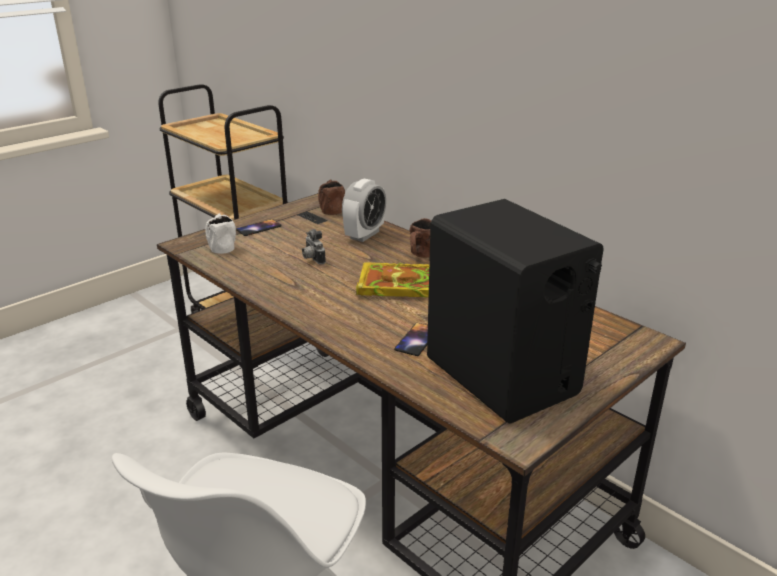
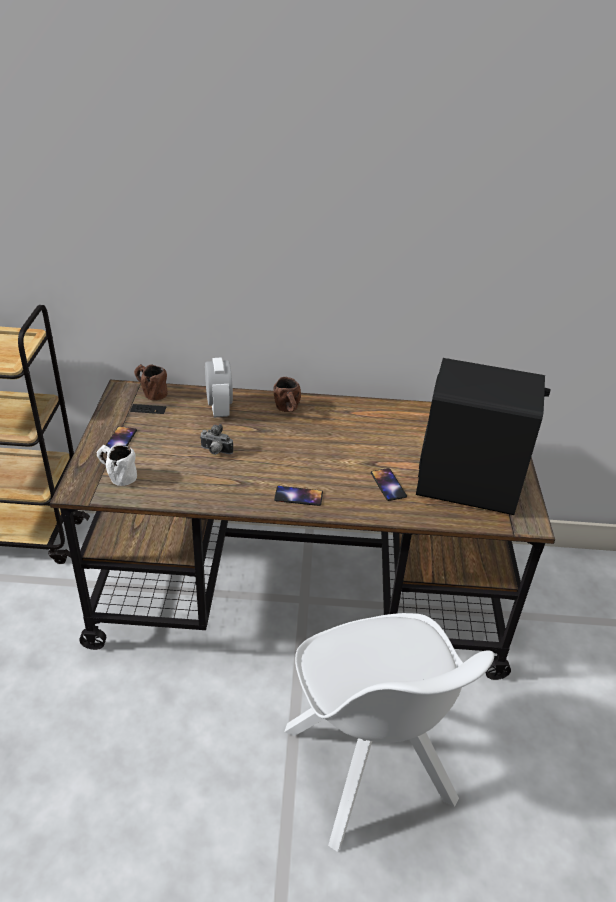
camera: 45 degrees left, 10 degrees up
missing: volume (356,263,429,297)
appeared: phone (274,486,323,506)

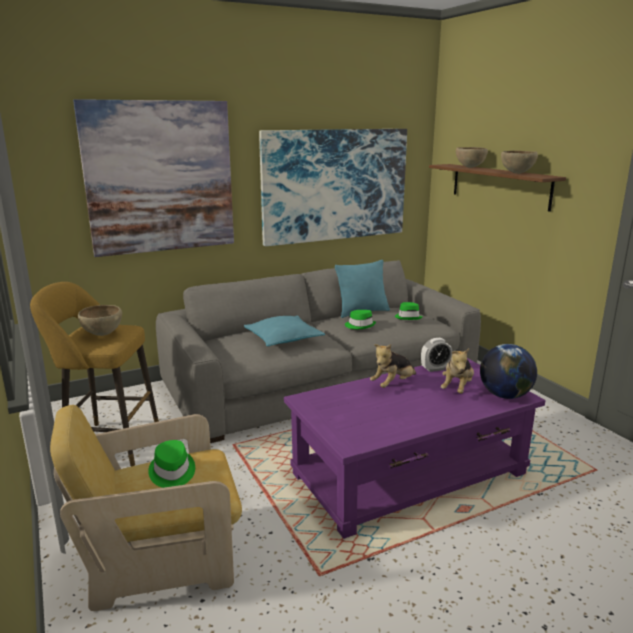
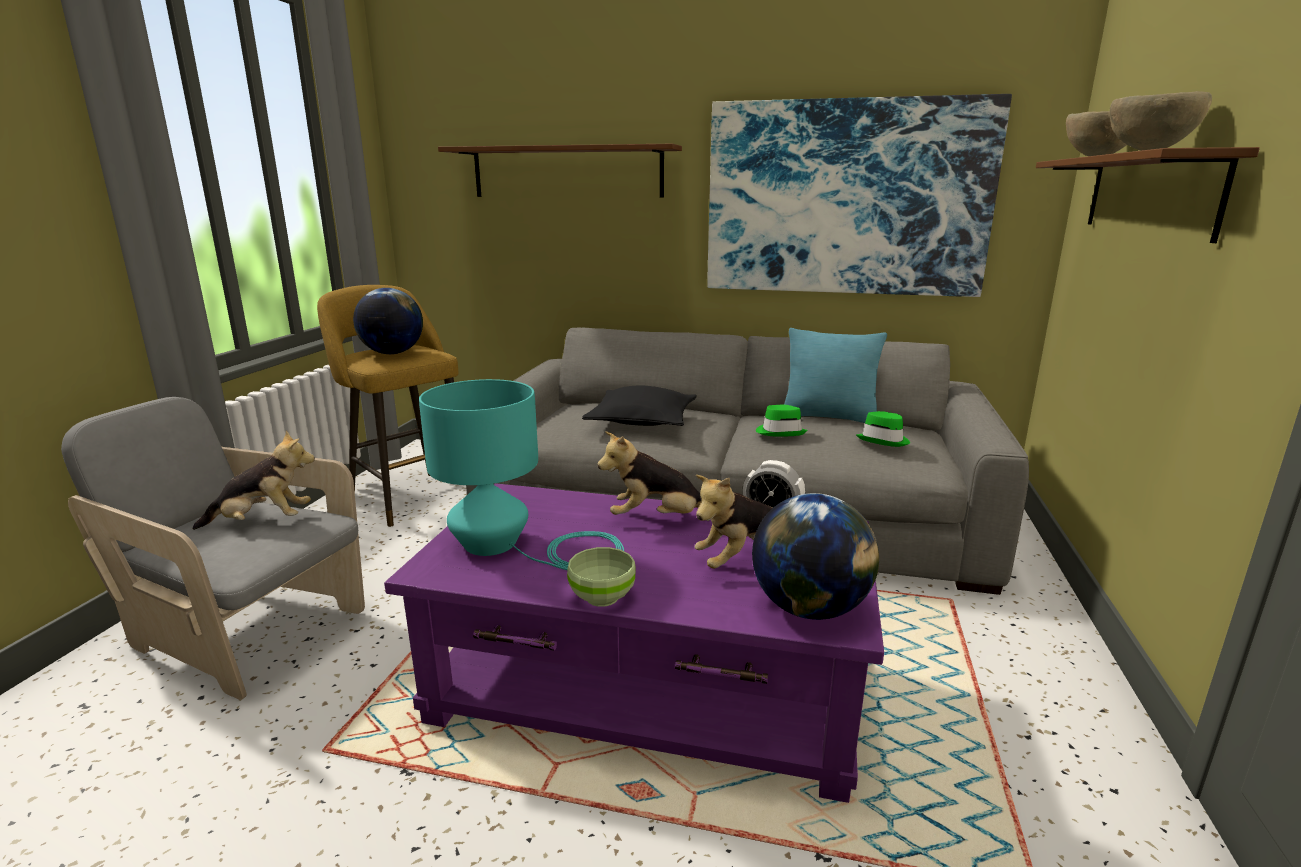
camera: 40 degrees right, 0 degrees up
appeared: blue-green lamp for a table (419,379,624,570); green serving bowl (567,547,636,607)
exchanged: picture (73,99,234,257) to brownish bracket shelf (438,144,682,198); brownish serving bowl (78,305,122,336) to globe (353,288,423,354); green hat (148,440,195,488) to plush toy (192,431,315,530)
colour: yellow armchair (50,405,242,611) to greyish armchair (61,397,365,700); blue-green throw pillow (244,315,325,346) to black-coloured throw pillow (582,385,697,426)

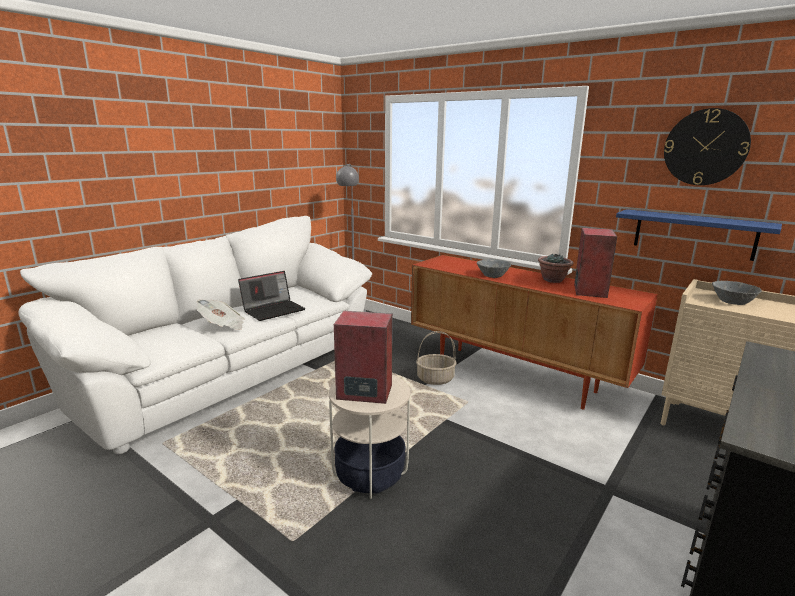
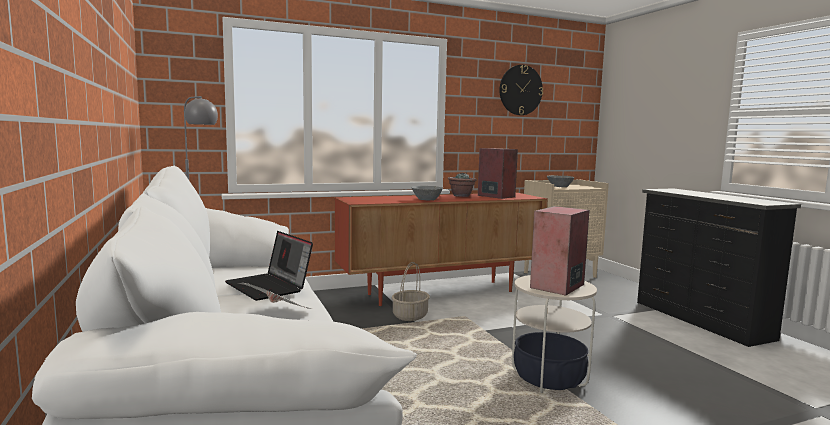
camera: 60 degrees left, 10 degrees down
missing: bluish bracket shelf (616,209,782,261)
spun: portable computer (238,271,306,321) = (225,231,313,301) 150 degrees clockwise

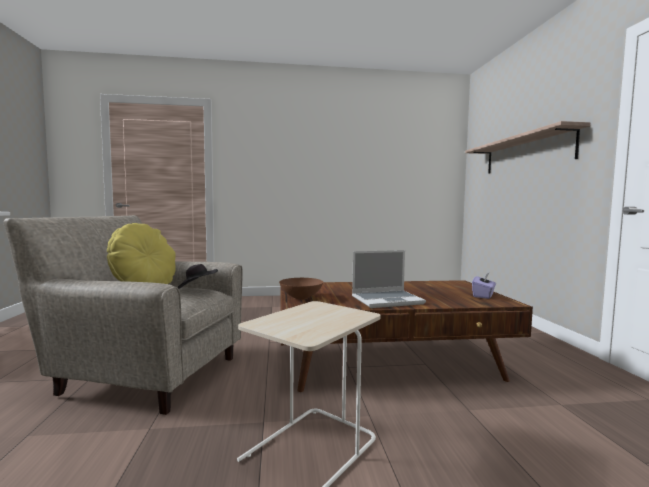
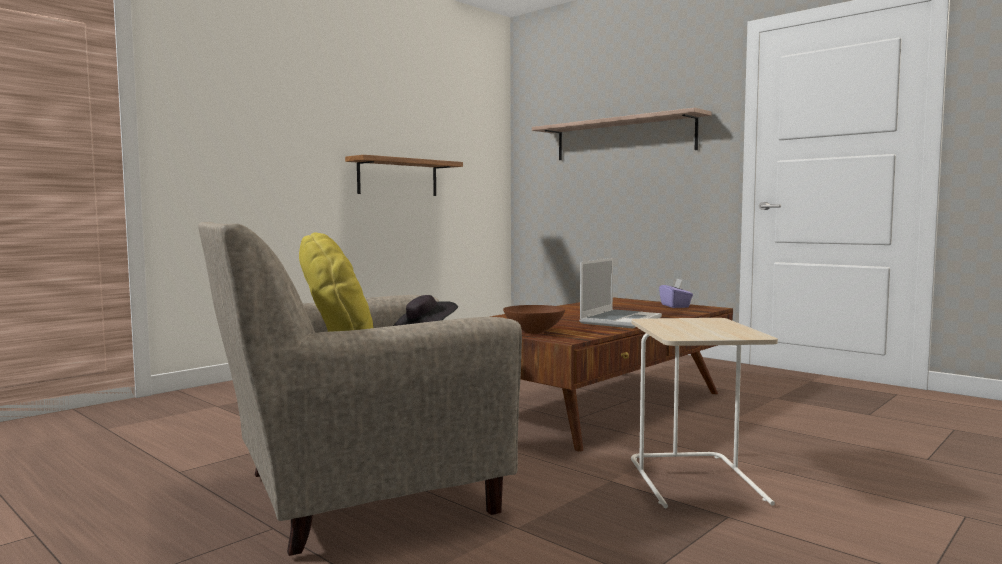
camera: 40 degrees left, 0 degrees up
appeared: bracket shelf (345,155,463,196)

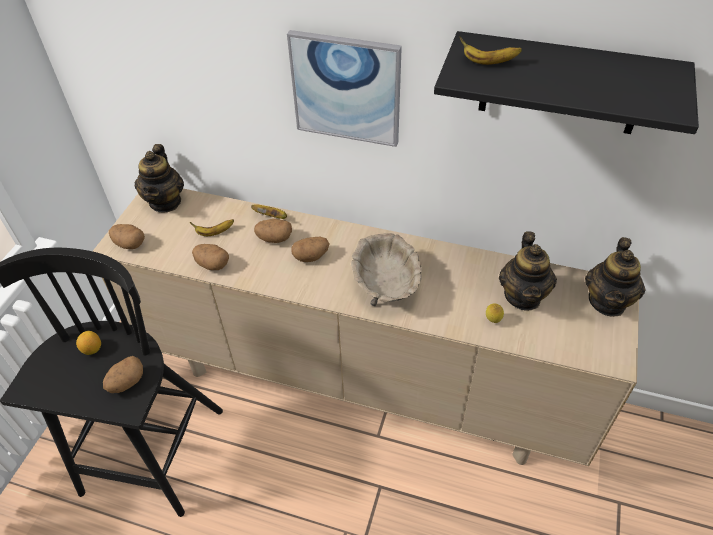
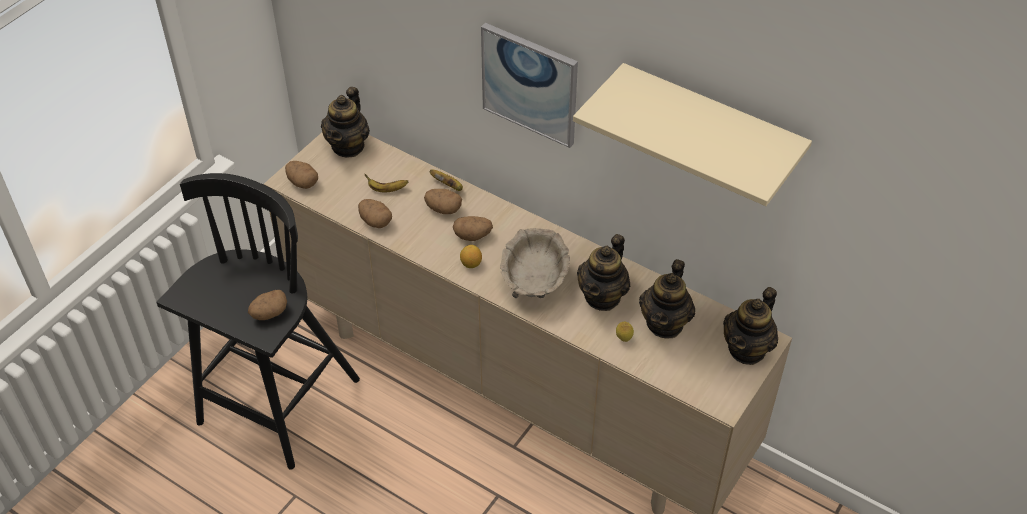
camera: 15 degrees right, 0 degrees up
missing: whole banana (460,37,522,65)
appeared: teapot (577,234,630,311)
relocated: whole lemon (76,331,101,355) to (460,245,482,268)
colour: black-coloured bracket shelf (434,31,699,134) to beige bracket shelf (573,63,812,206)

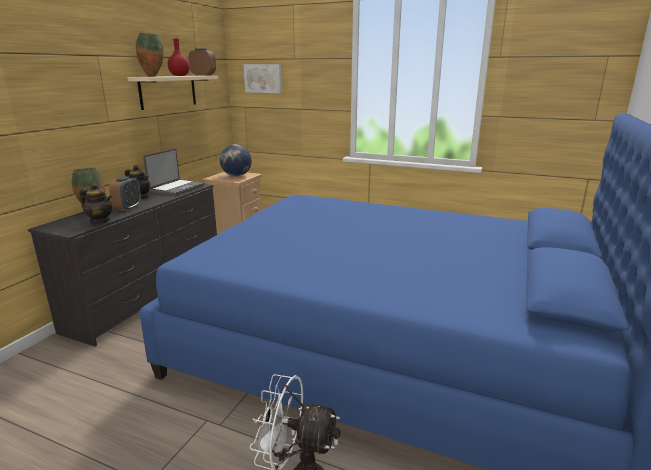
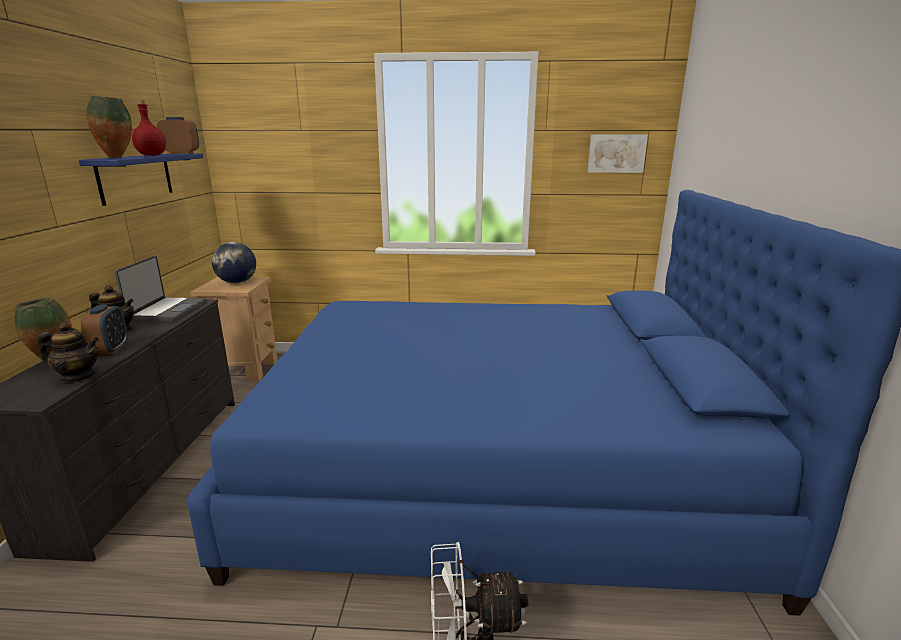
camera: 20 degrees left, 0 degrees up
relocated: picture (244,64,282,93) to (588,134,648,173)
colour: beige bracket shelf (128,76,218,110) to bluish bracket shelf (79,153,203,206)

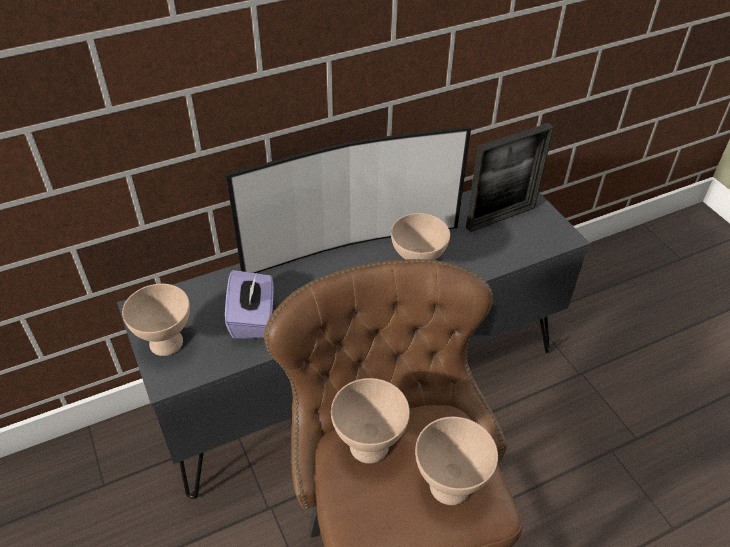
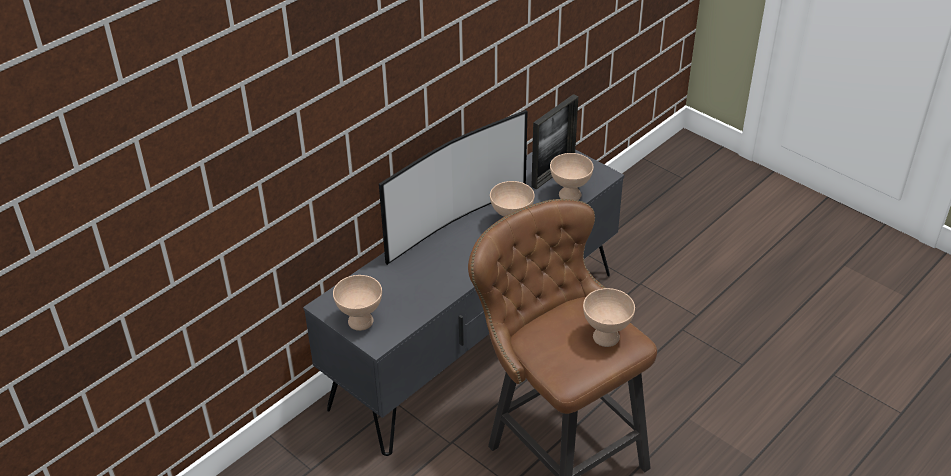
camera: 20 degrees left, 5 degrees down
missing: purple tissue holder (225,270,273,339)
relocated: beige serving bowl (331,378,410,464) to (550,153,593,200)

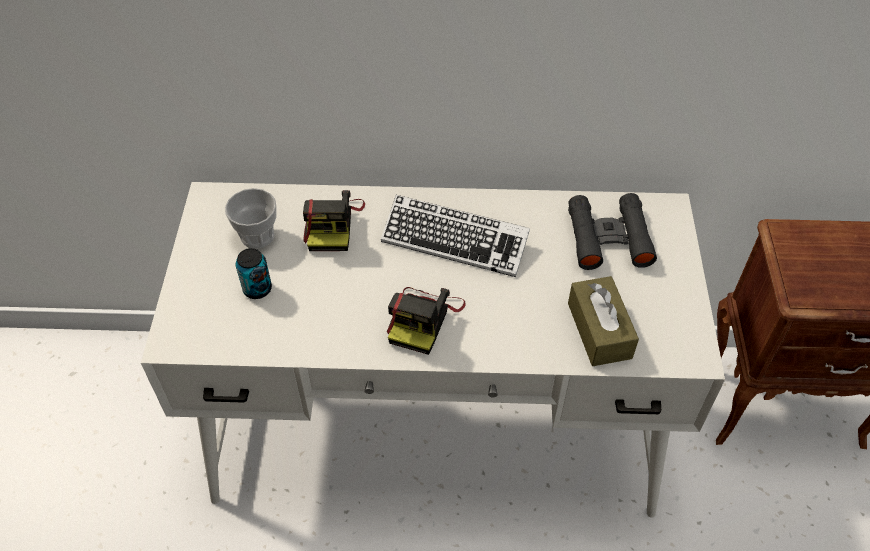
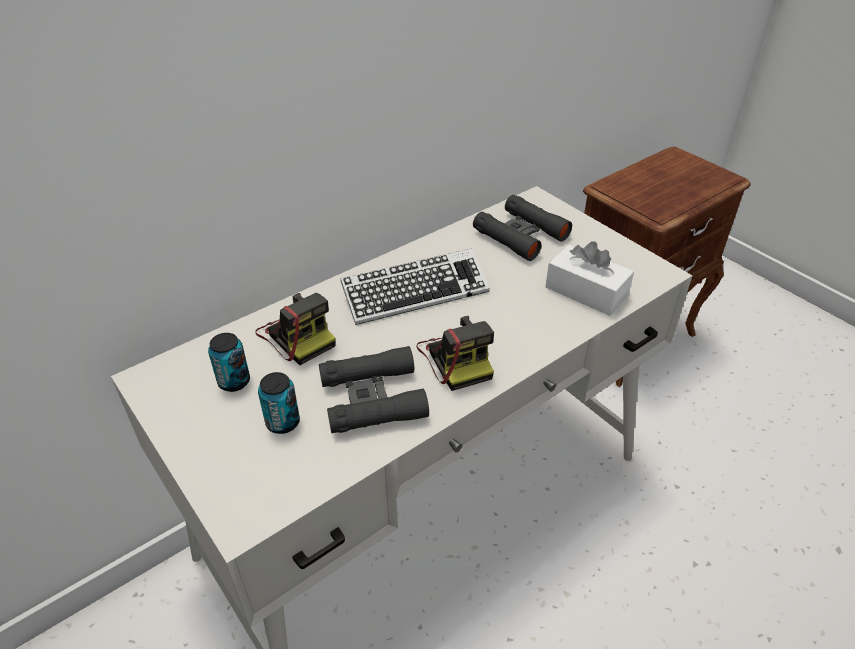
camera: 40 degrees left, 10 degrees down
appeared: black-coloured binoculars (319,346,429,433)
exchanged: cup (225,188,276,249) to metal can (208,333,250,392)
colour: brownish tissue holder (568,276,639,366) to white-coloured tissue holder (545,241,634,316)

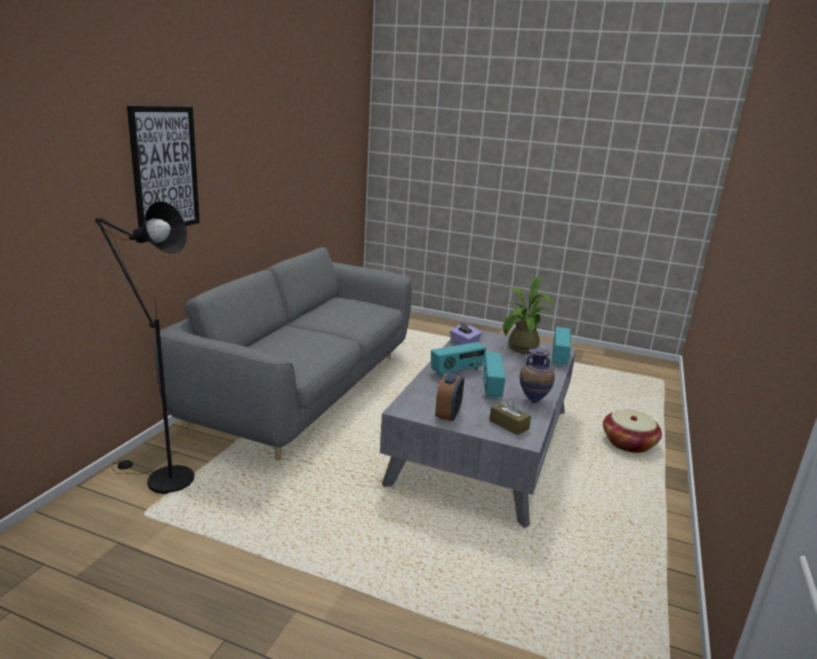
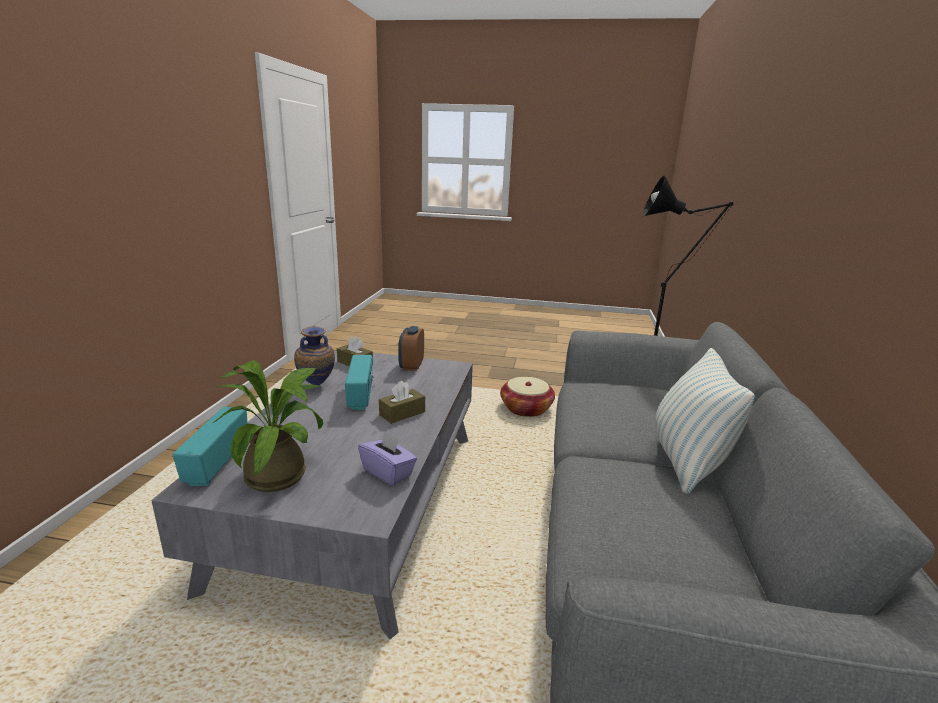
camera: 170 degrees right, 0 degrees up
missing: picture (127,106,200,227)
appeared: throw pillow (655,348,755,494)
relocated: household basket (603,409,662,453) to (500,377,555,417)
exchanged: radio set (431,342,486,377) to brownish tissue holder (379,381,425,424)

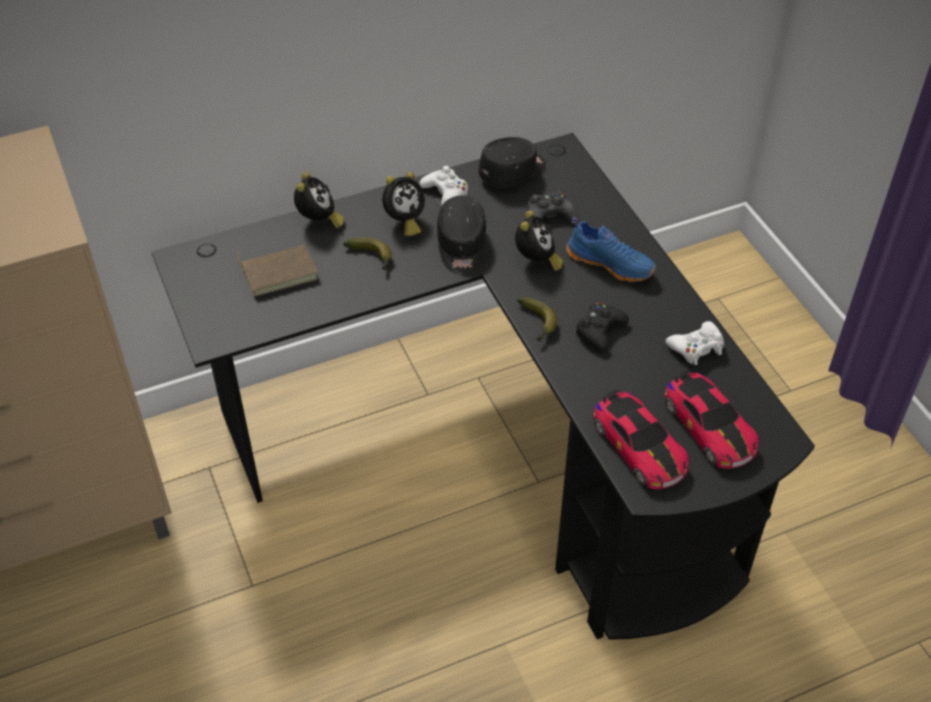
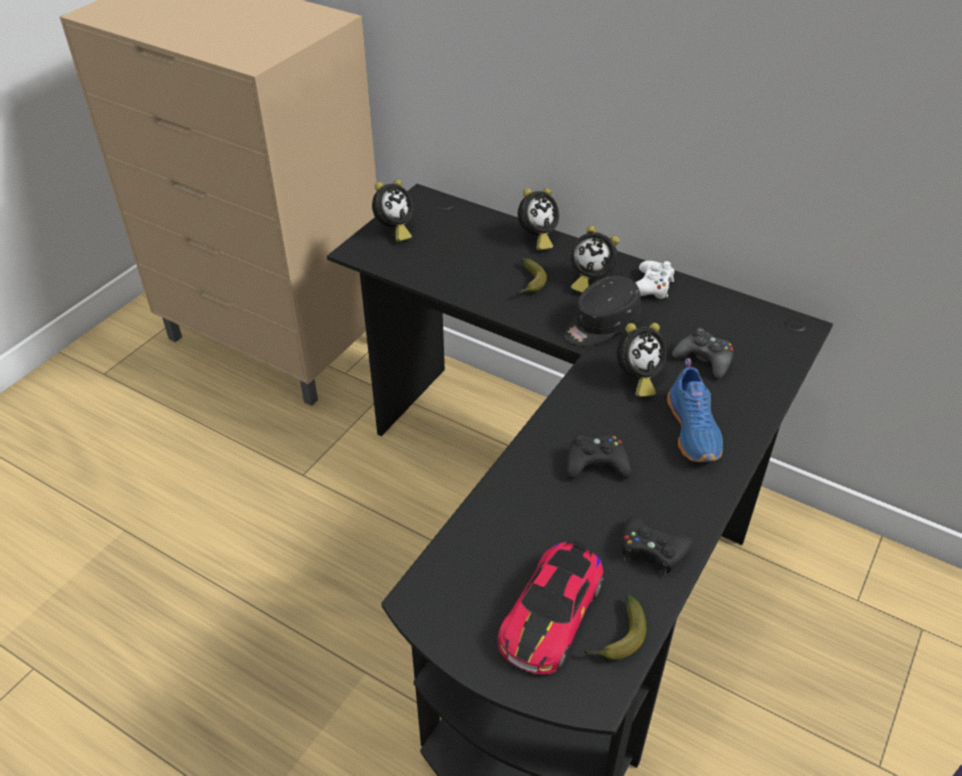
camera: 55 degrees right, 5 degrees down
missing: brownish volume (238,245,318,296); black-coloured peaked cap (479,137,546,188); toy car (593,390,689,489)
appeared: table clock (372,180,413,242)
relocated: whole banana (517,297,557,342) to (584,595,646,660)
colour: white-coloured gamepad (666,321,724,365) to black-coloured gamepad (622,516,693,576)

